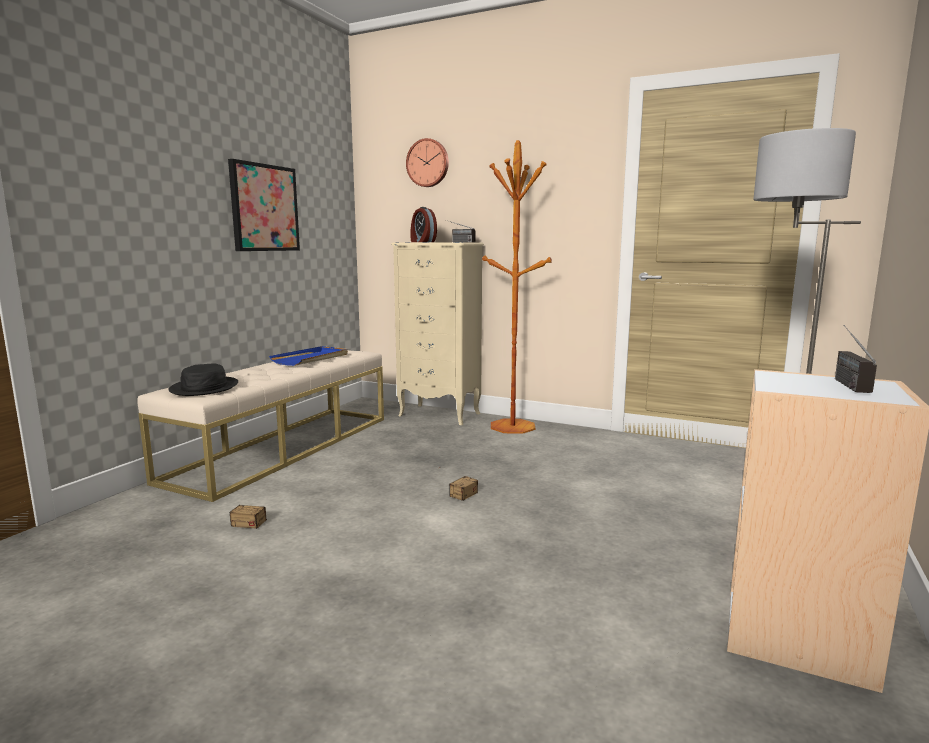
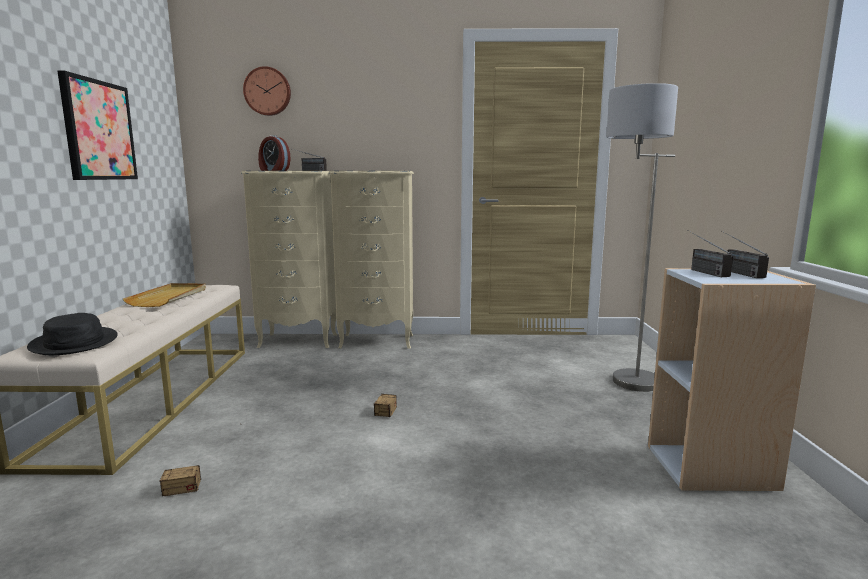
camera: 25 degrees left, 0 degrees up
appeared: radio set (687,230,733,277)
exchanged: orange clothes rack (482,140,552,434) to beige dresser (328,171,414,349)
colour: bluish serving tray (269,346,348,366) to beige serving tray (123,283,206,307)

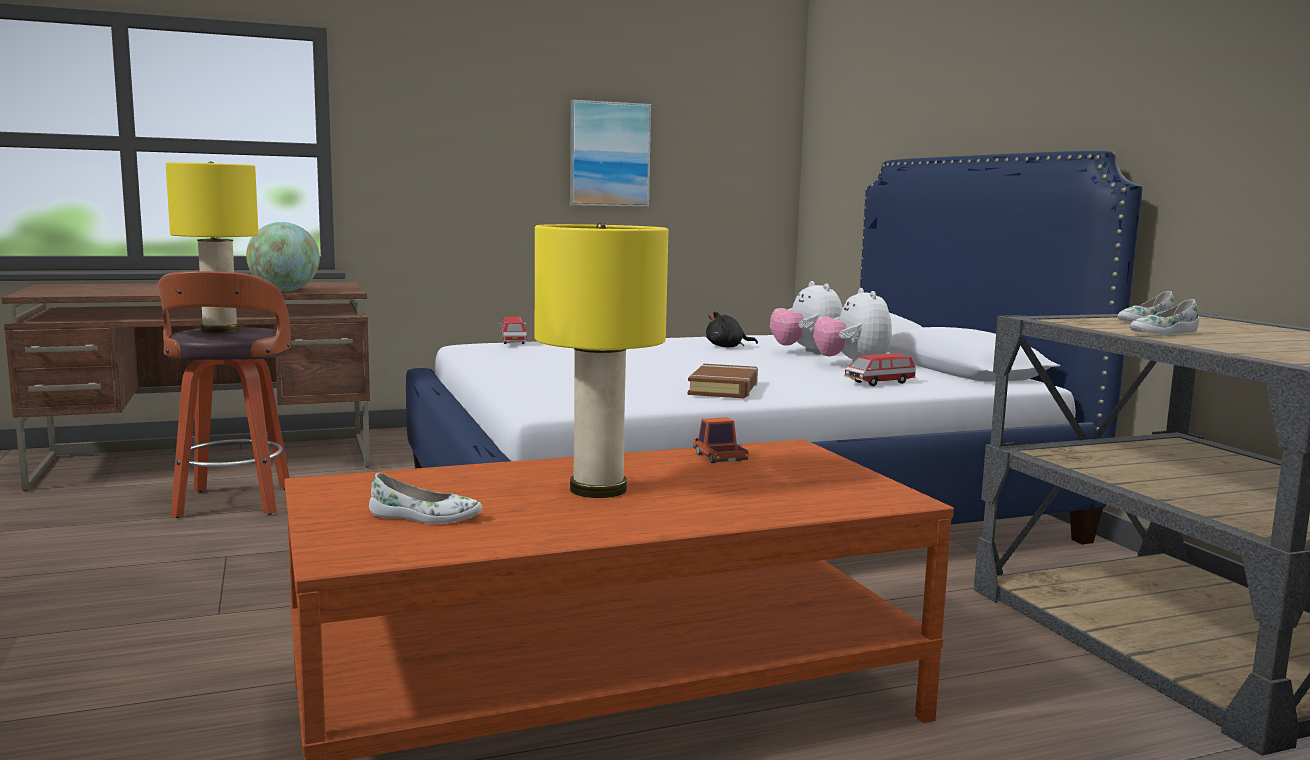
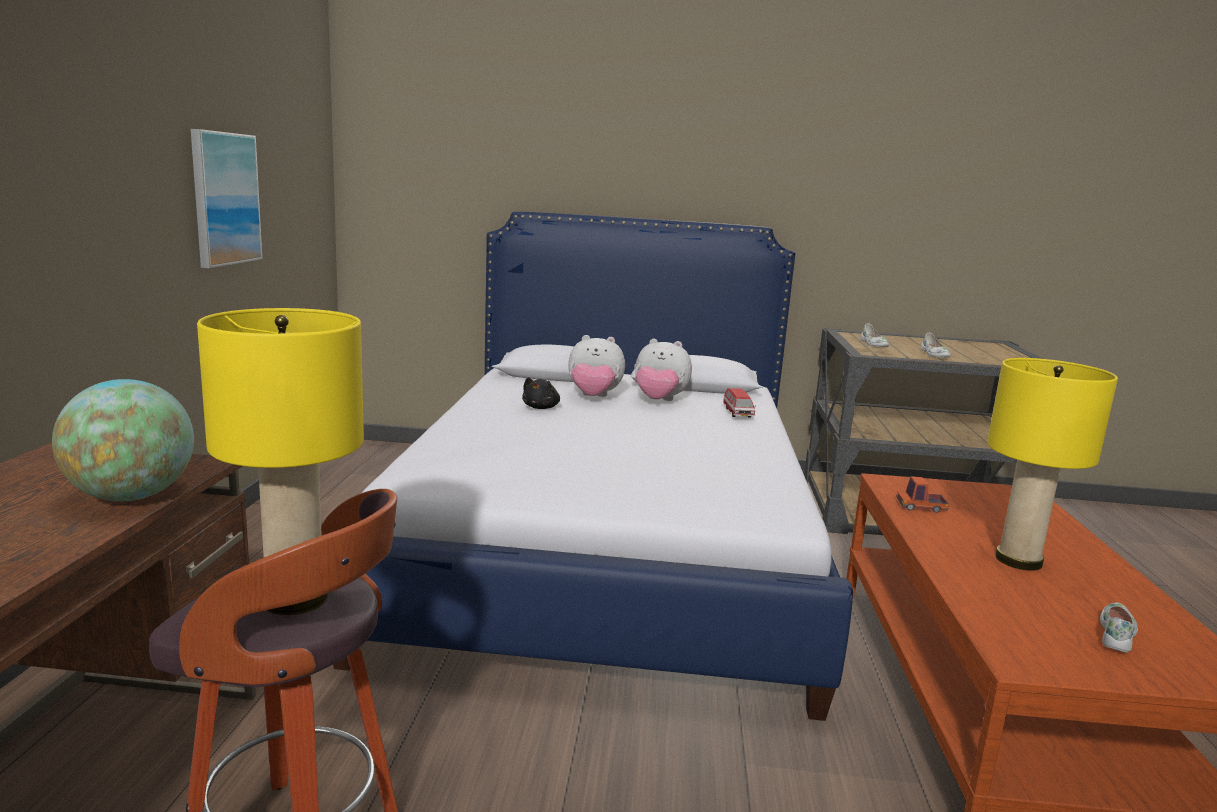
camera: 65 degrees left, 5 degrees up
missing: toy car (499,317,527,344); brownish volume (688,364,758,398)

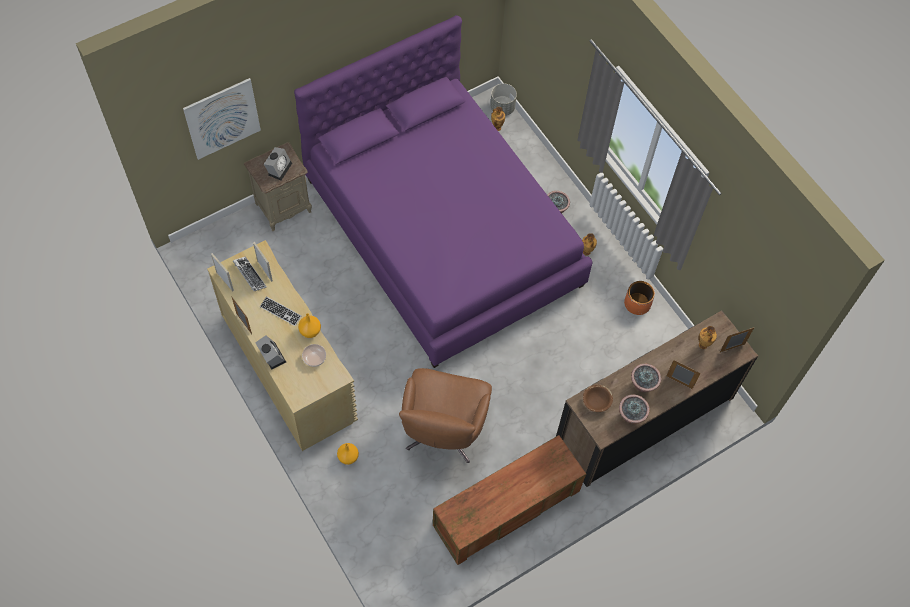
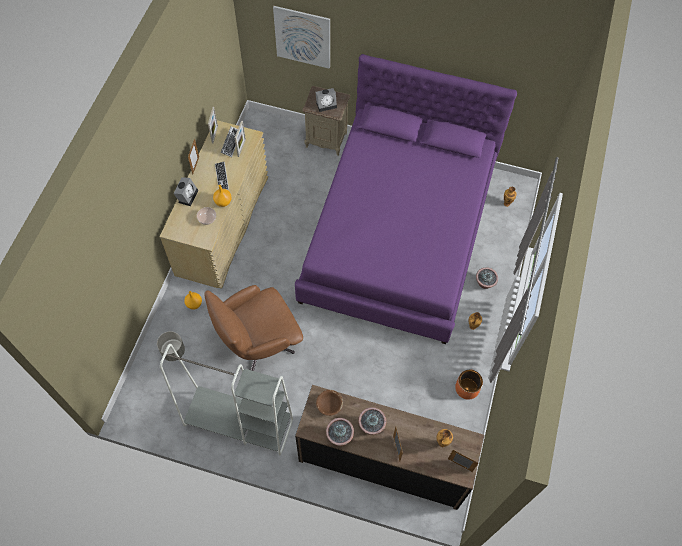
camera: 50 degrees right, 0 degrees up
relocated: greyish flower pot (490,83,517,116) to (157,331,185,361)
exchanged: brownish indoor bench (433,435,586,565) to greyish clothes rack (160,344,293,455)

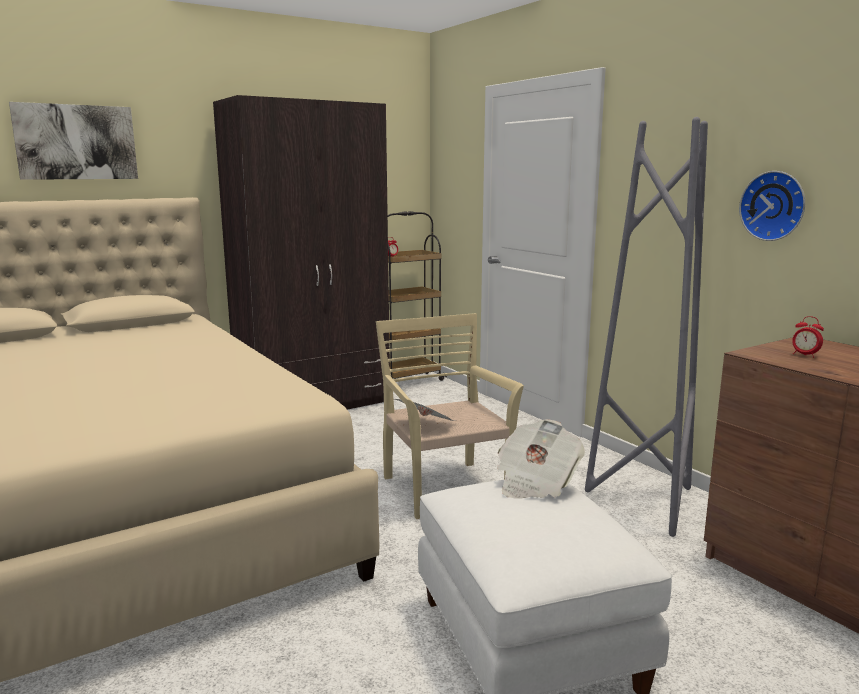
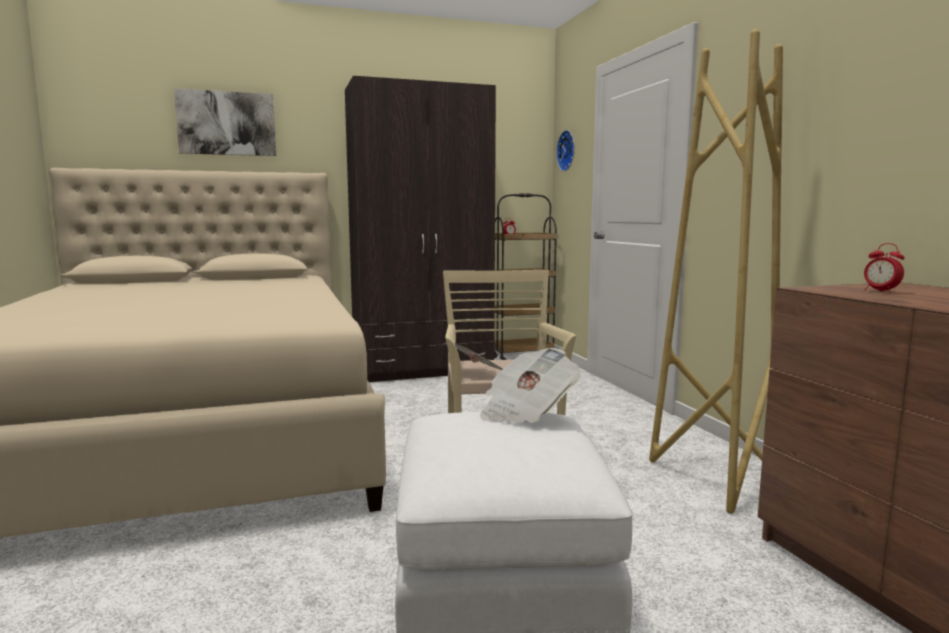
camera: 15 degrees right, 5 degrees down
relocated: wall clock (739,171,805,241) to (556,130,575,171)
colour: greyish clothes rack (585,117,708,537) to yellow clothes rack (649,29,783,514)

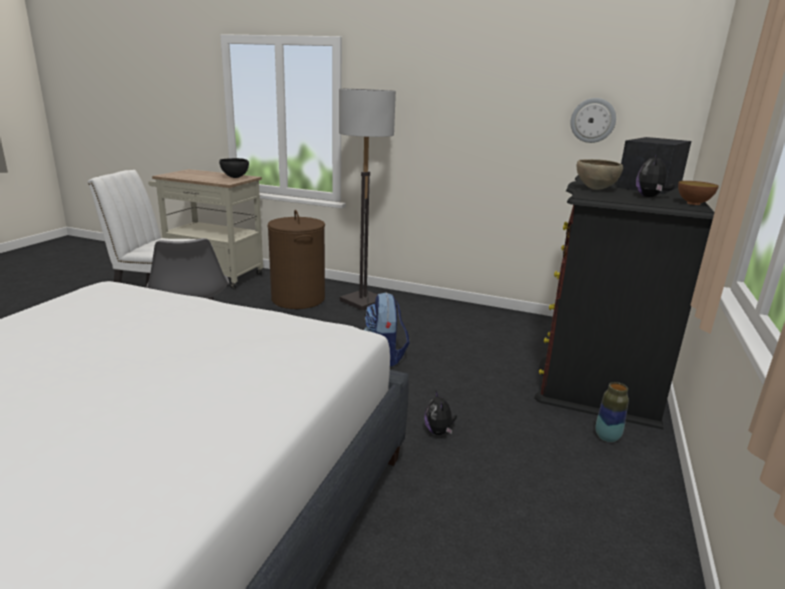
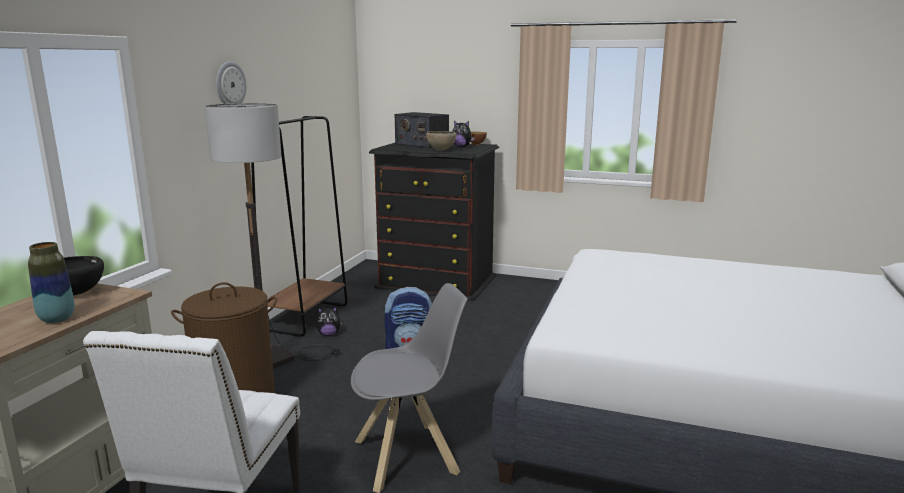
camera: 90 degrees left, 5 degrees down
appeared: clothes rack (251,116,348,337)
relocated: plush toy (424,391,457,435) to (316,307,342,336); wall clock (571,98,616,143) to (216,61,246,104); flower vase (595,382,629,442) to (28,242,75,323)

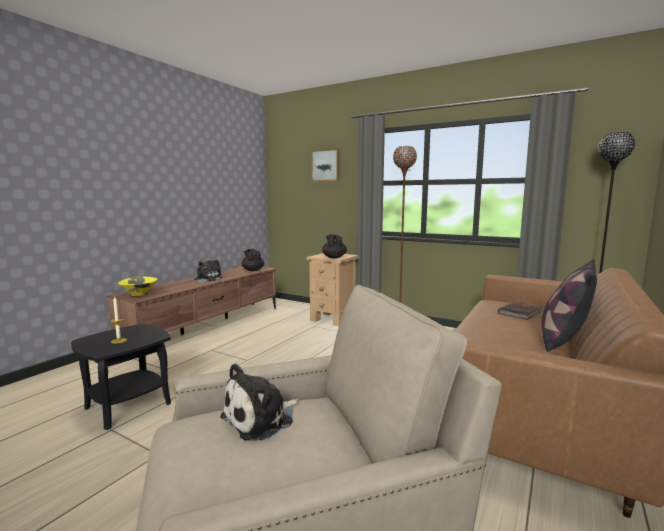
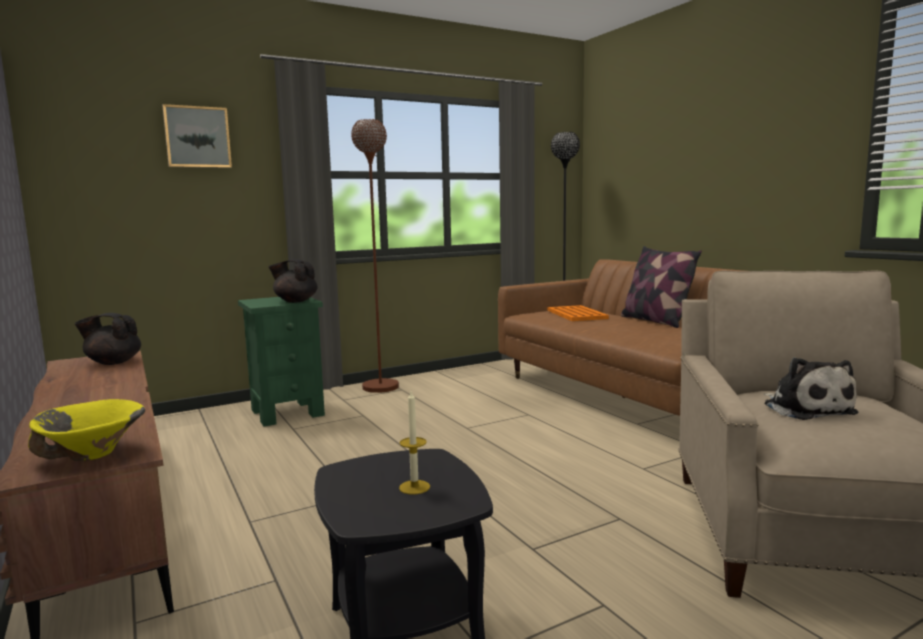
camera: 60 degrees left, 0 degrees up
missing: plush toy (194,260,222,283)
exchanged: brownish volume (498,302,544,320) to orange serving tray (548,305,609,321)
colour: beige night table (306,253,359,326) to green night table (238,297,325,427)

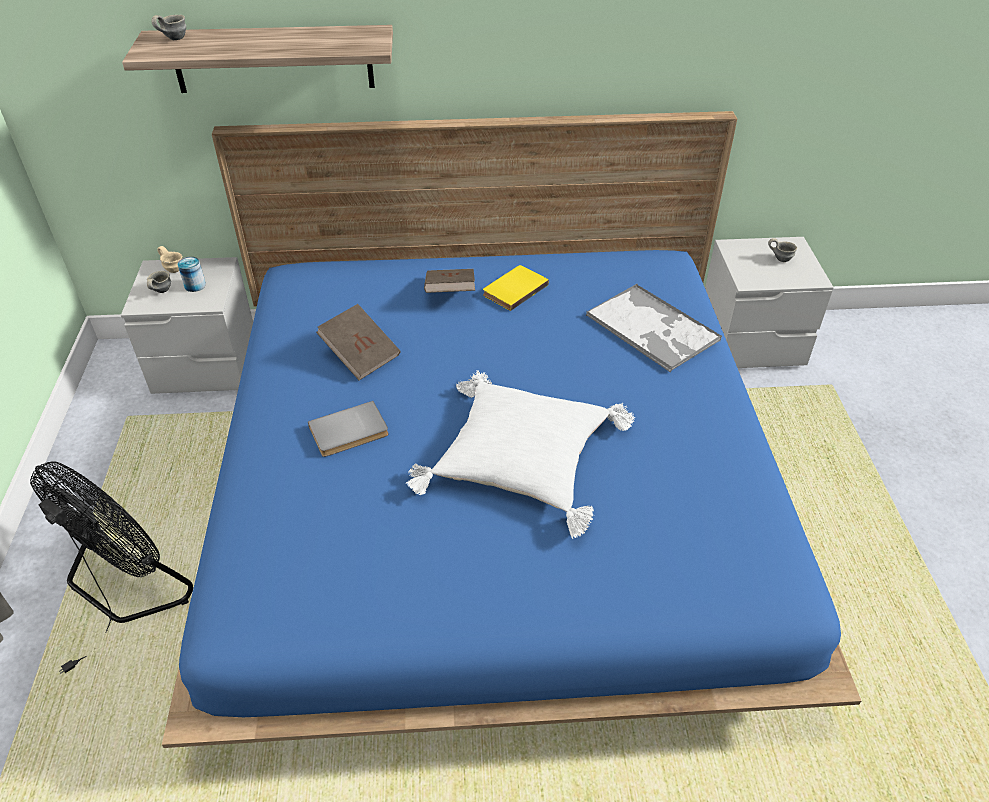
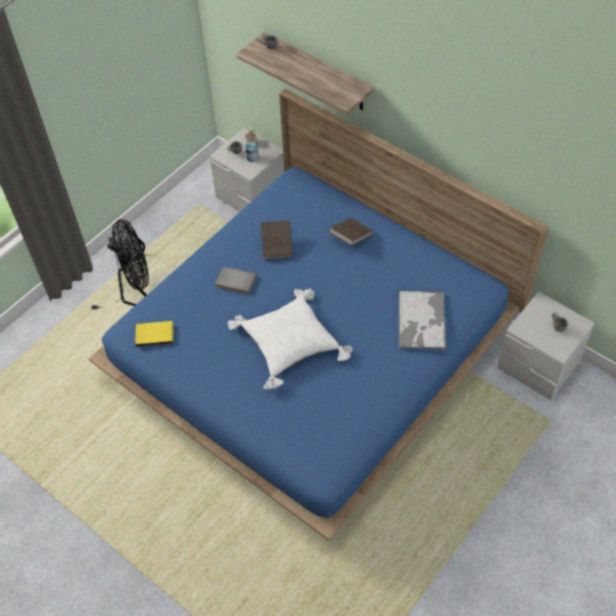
camera: 45 degrees right, 10 degrees up
relocated: yellow volume (483,265,549,311) to (135,321,173,347)

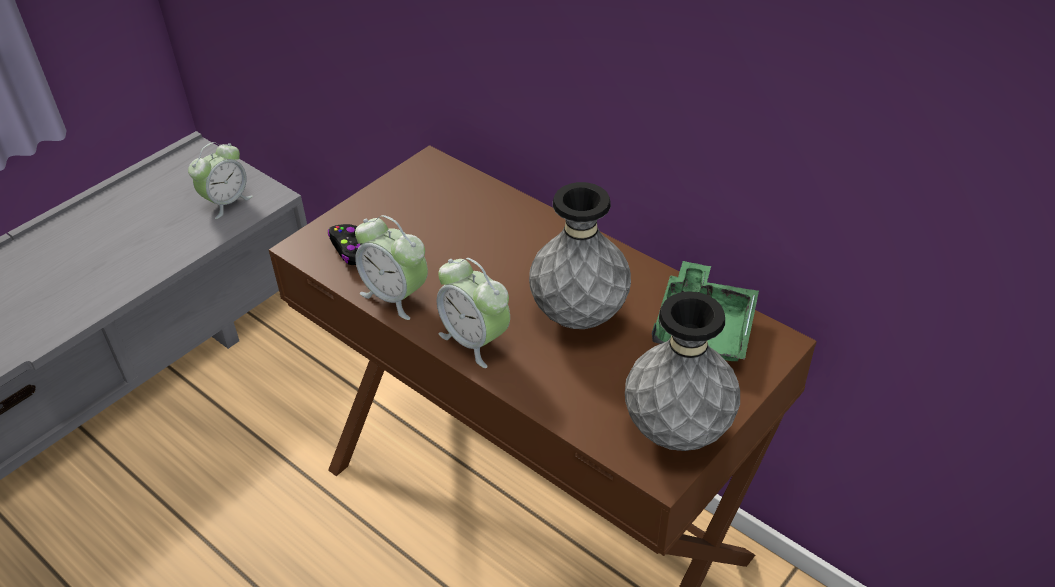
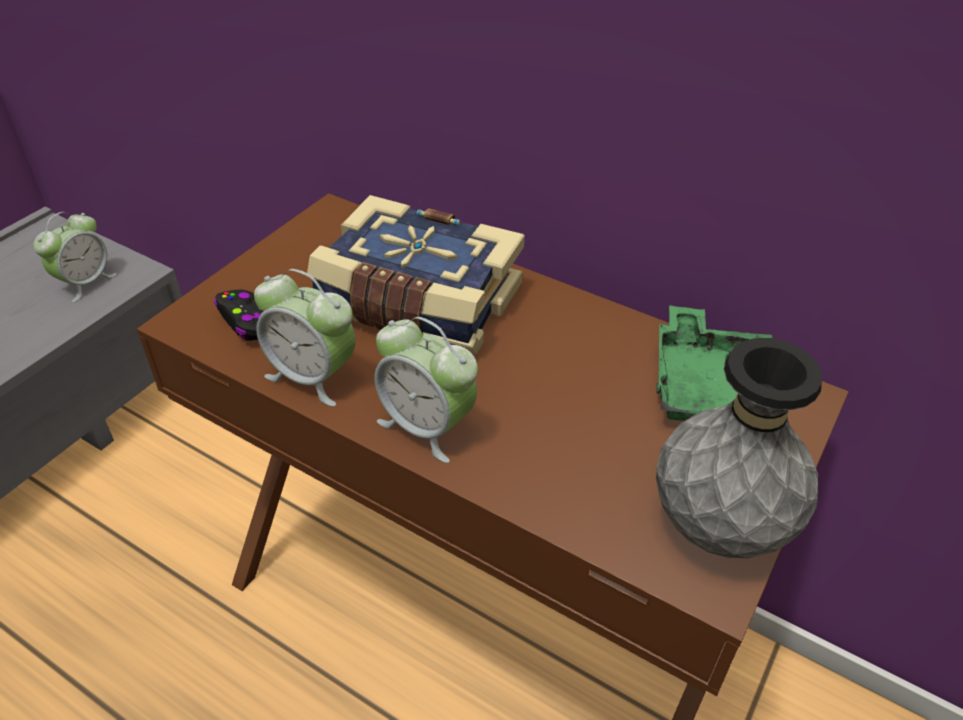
camera: 10 degrees left, 0 degrees up
missing: greyish flower vase (529,182,631,329)
appeared: volume (307,195,525,355)

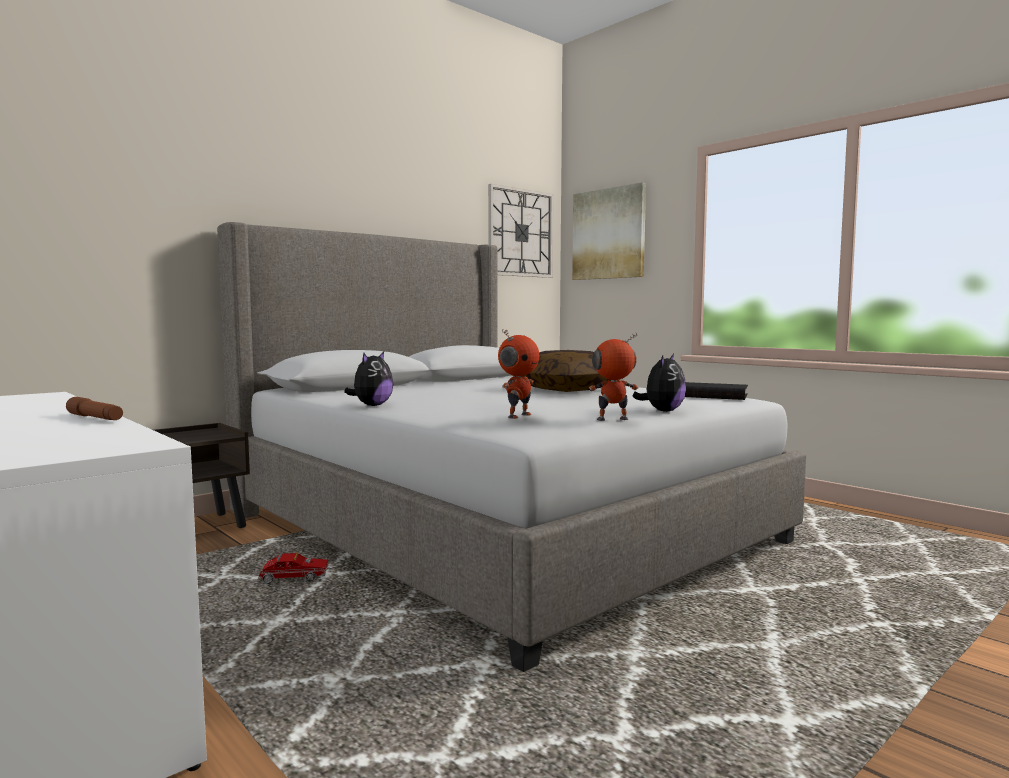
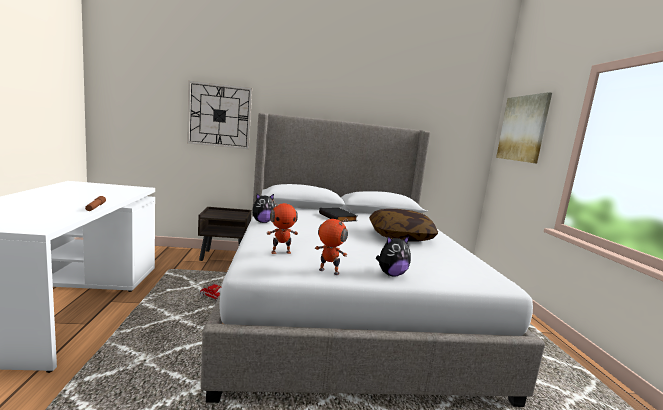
camera: 35 degrees right, 5 degrees up
relocated: wall clock (488,184,553,278) to (187,81,252,149); black-coloured volume (685,382,748,400) to (319,208,357,222)

